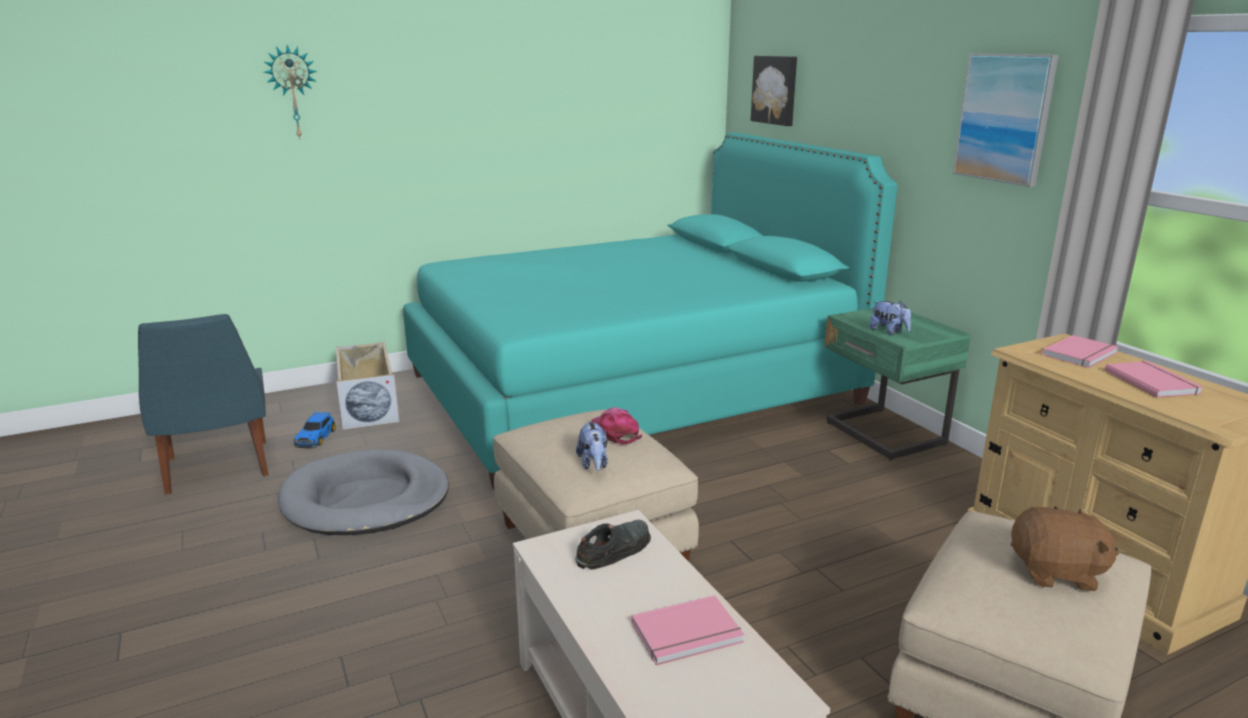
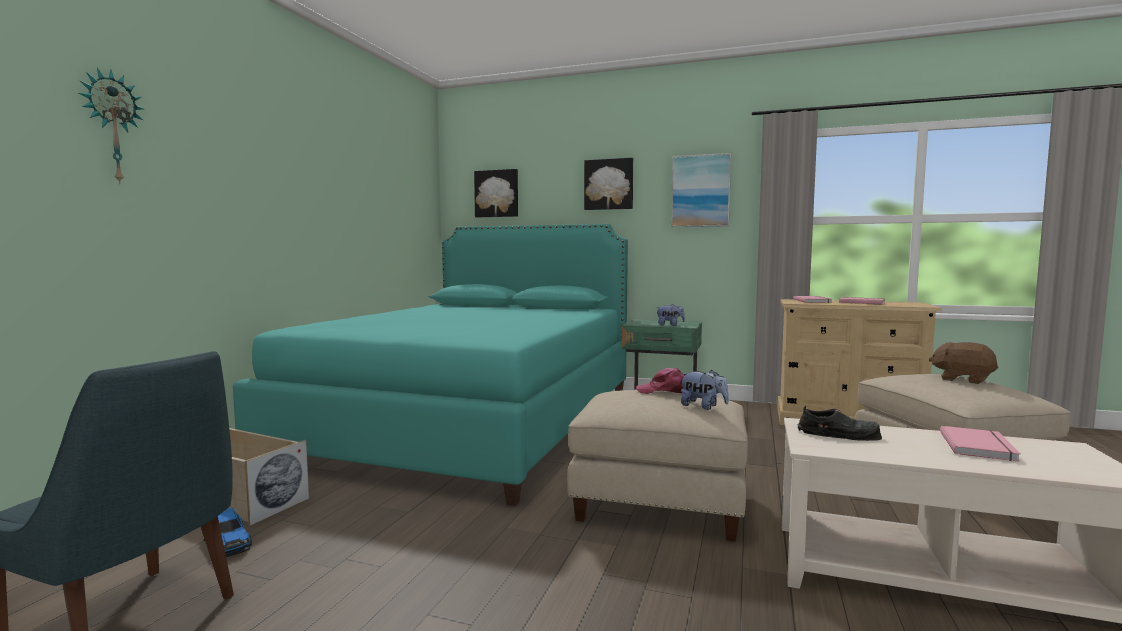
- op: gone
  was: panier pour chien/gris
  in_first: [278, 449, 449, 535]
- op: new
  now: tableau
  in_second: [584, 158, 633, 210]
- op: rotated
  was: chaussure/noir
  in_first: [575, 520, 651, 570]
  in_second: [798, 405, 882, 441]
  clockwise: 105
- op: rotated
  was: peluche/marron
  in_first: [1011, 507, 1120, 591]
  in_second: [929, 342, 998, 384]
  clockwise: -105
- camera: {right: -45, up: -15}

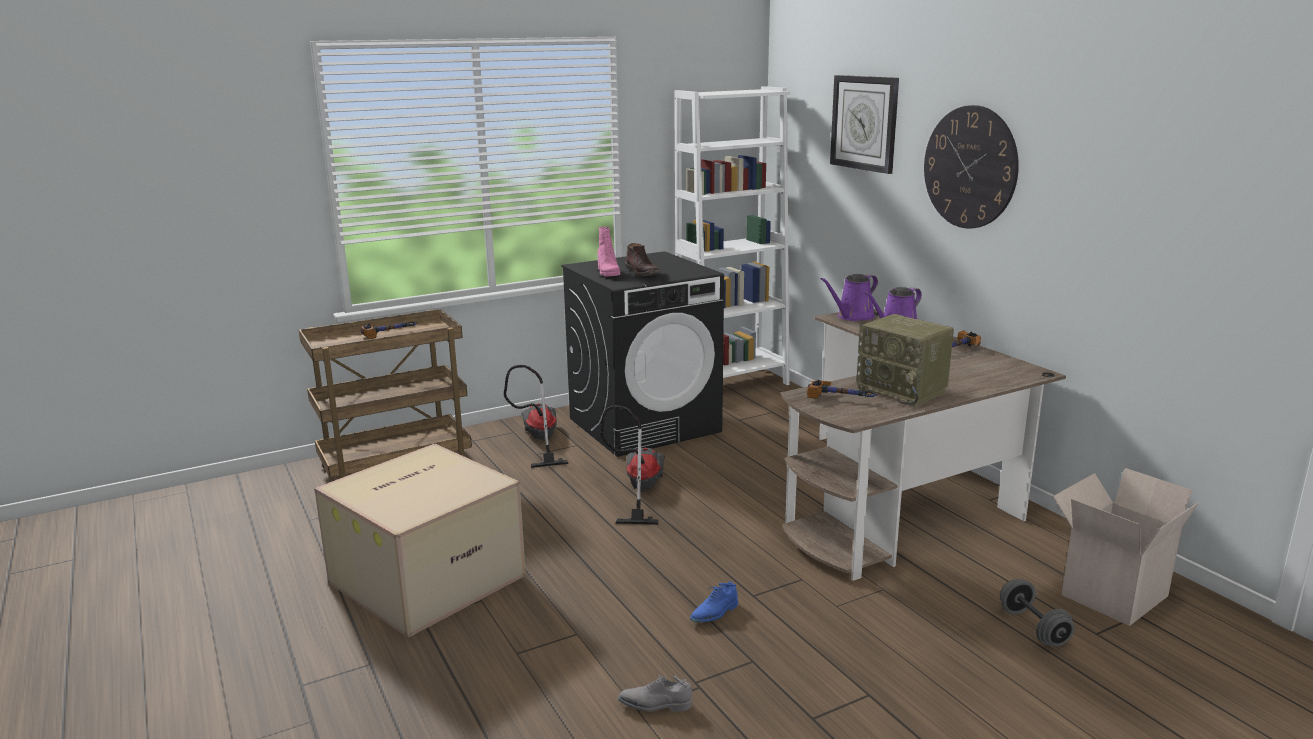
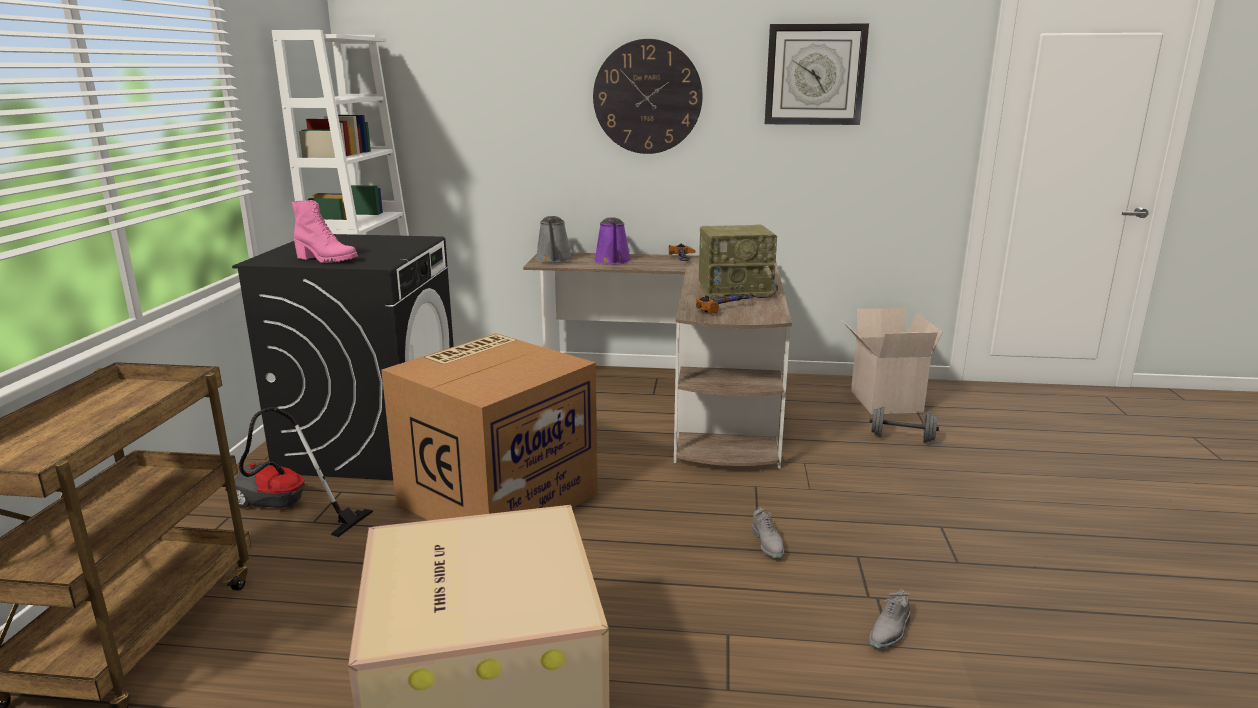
- op: gone
  was: marteau
  in_first: [361, 321, 417, 339]
- op: gone
  was: botte/marron
  in_first: [625, 243, 660, 276]
- op: shifted
  was: horloge murale
  in_first: [830, 75, 899, 174]
  in_second: [765, 24, 869, 125]
- op: swapped
  was: aspirateur
  now: carton
  in_first: [600, 405, 665, 525]
  in_second: [381, 333, 598, 521]
- op: repainted
  was: chaussure/bleu
  now: chaussure/gris
  in_first: [690, 581, 738, 623]
  in_second: [752, 507, 784, 558]
- op: repainted
  was: arrosoir/violet
  now: arrosoir/gris
  in_first: [821, 274, 878, 321]
  in_second: [536, 216, 573, 263]
- camera: {right: -55, up: 0}

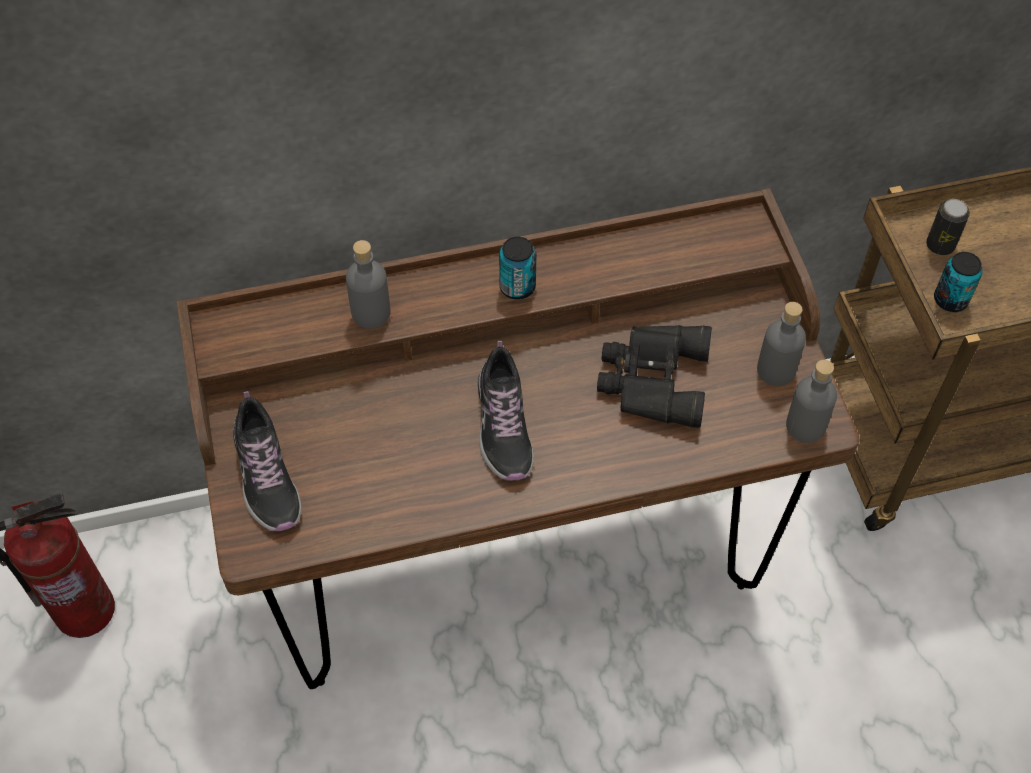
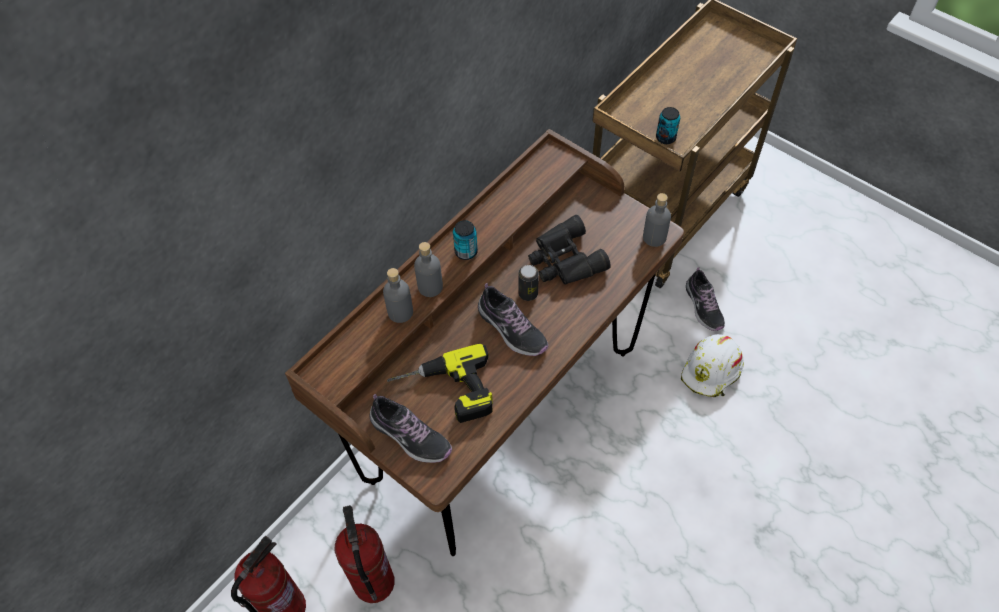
- op: new
  now: extincteur
  in_second: [335, 505, 395, 603]
- op: new
  now: perceuse
  in_second: [387, 343, 493, 423]
- op: new
  now: casque de chantier/blanc
  in_second: [681, 334, 744, 397]
- op: new
  now: chaussure
  in_second: [686, 267, 725, 331]
- op: shifted
  was: bouteille/gris
  in_first: [757, 302, 806, 386]
  in_second: [414, 242, 443, 297]
- op: shifted
  was: boîte métallique
  in_first: [926, 199, 970, 255]
  in_second: [518, 265, 539, 301]
- camera: {right: -35, up: 0}

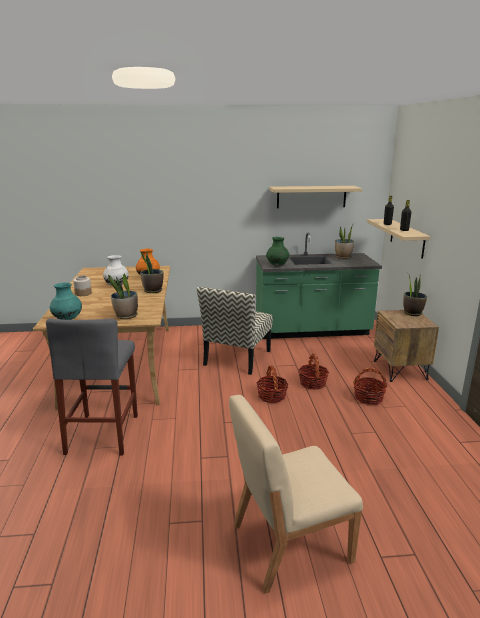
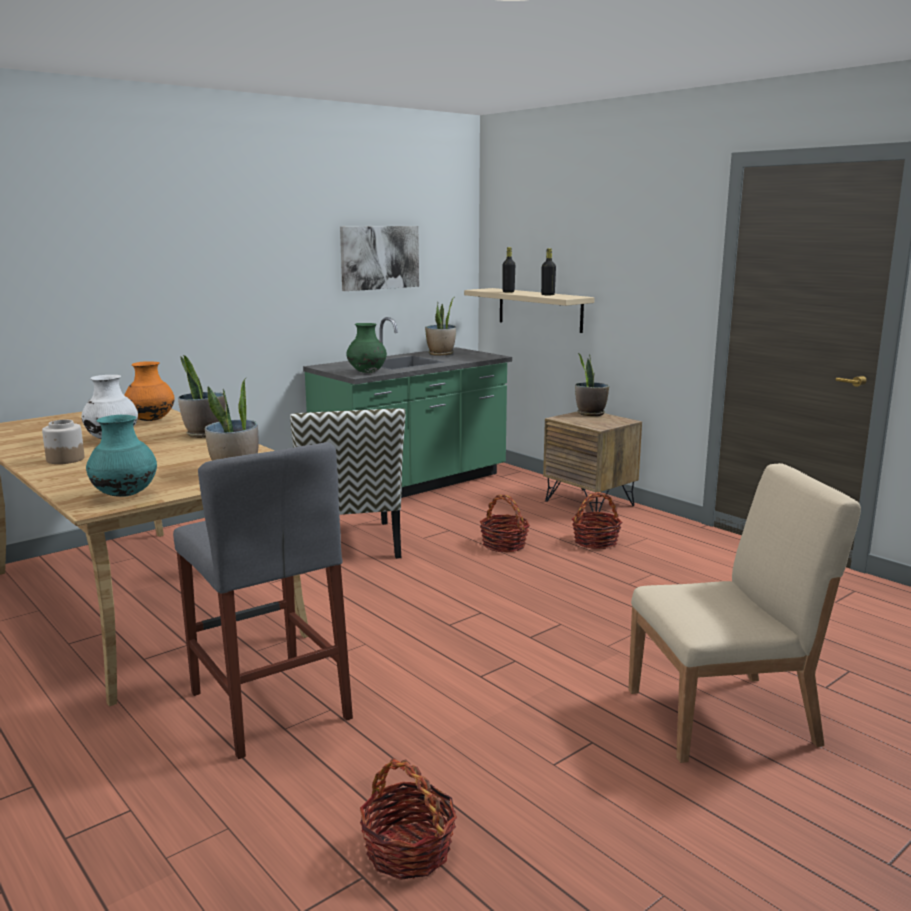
- op: shifted
  was: panier
  in_first: [256, 365, 289, 403]
  in_second: [360, 758, 457, 880]
- op: swapped
  was: étagère/beige
  now: tableau
  in_first: [269, 186, 362, 208]
  in_second: [340, 226, 419, 291]
- op: rotated
  was: chaise/beige
  in_first: [229, 395, 363, 594]
  in_second: [628, 463, 861, 763]
  clockwise: -135
- camera: {right: -35, up: -5}

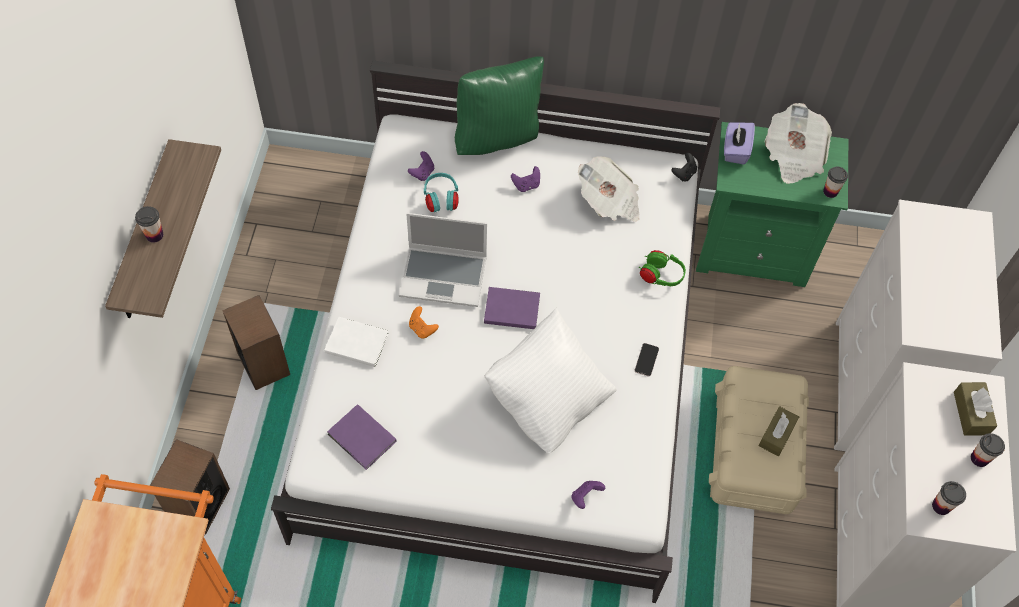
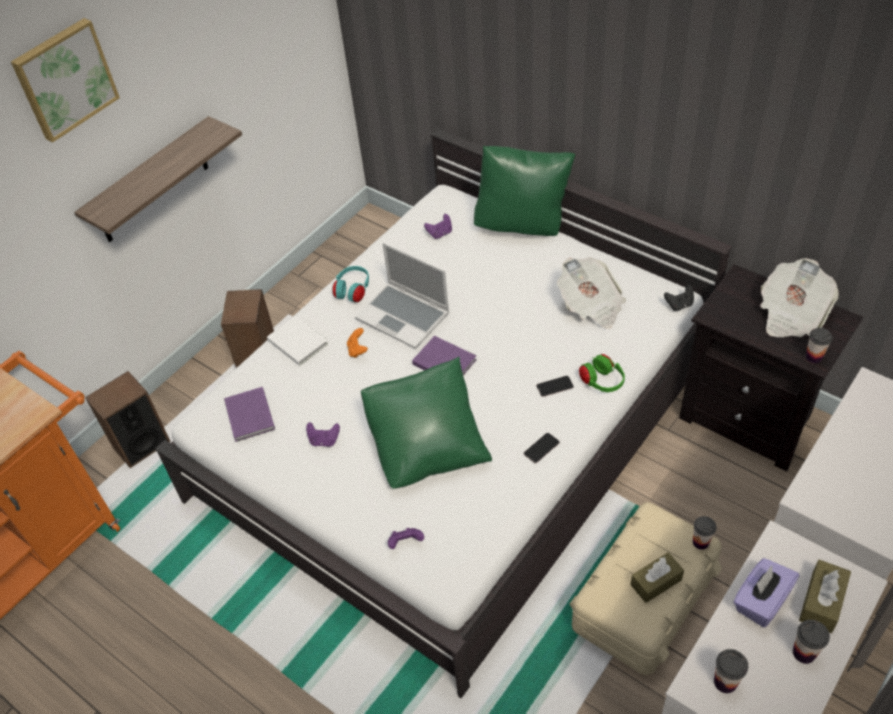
- op: new
  now: tableau
  in_second: [11, 18, 120, 142]
- op: new
  now: téléphone
  in_second: [536, 376, 574, 397]
- op: shifted
  was: tasse
  in_first: [135, 206, 164, 243]
  in_second: [693, 516, 716, 550]
- op: shifted
  was: casque audio/turquoise
  in_first: [424, 173, 459, 212]
  in_second: [332, 266, 369, 302]
- op: shifted
  was: manette/violet
  in_first: [511, 166, 540, 192]
  in_second: [306, 422, 340, 447]
- op: shifted
  was: boîte à mouchoirs/violet
  in_first: [724, 122, 755, 165]
  in_second: [733, 558, 799, 627]
- op: repainted
  was: coussin/blanc
  now: coussin/vert
  in_first: [485, 308, 617, 453]
  in_second: [361, 357, 492, 488]
- op: repainted
  was: table de chevet/vert
  now: table de chevet/noir
  in_first: [696, 122, 848, 287]
  in_second: [679, 264, 863, 472]
- camera: {right: 35, up: -10}

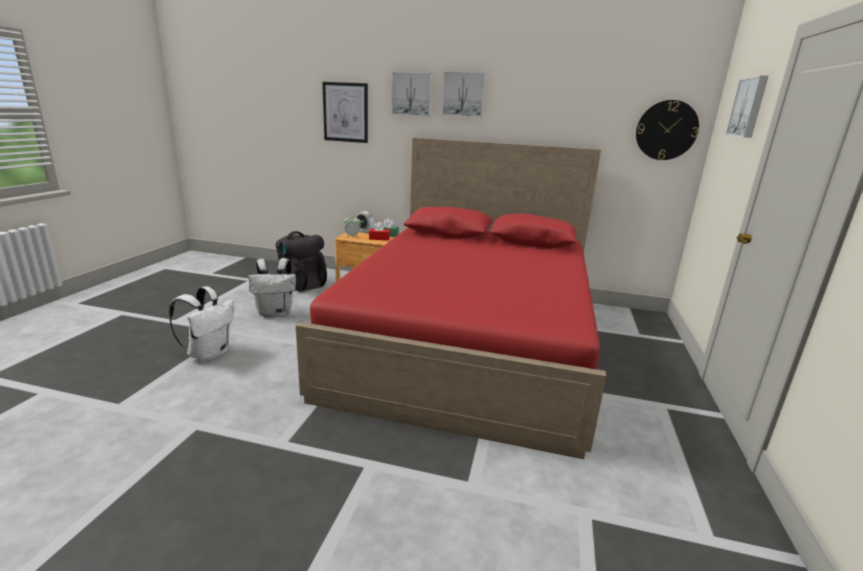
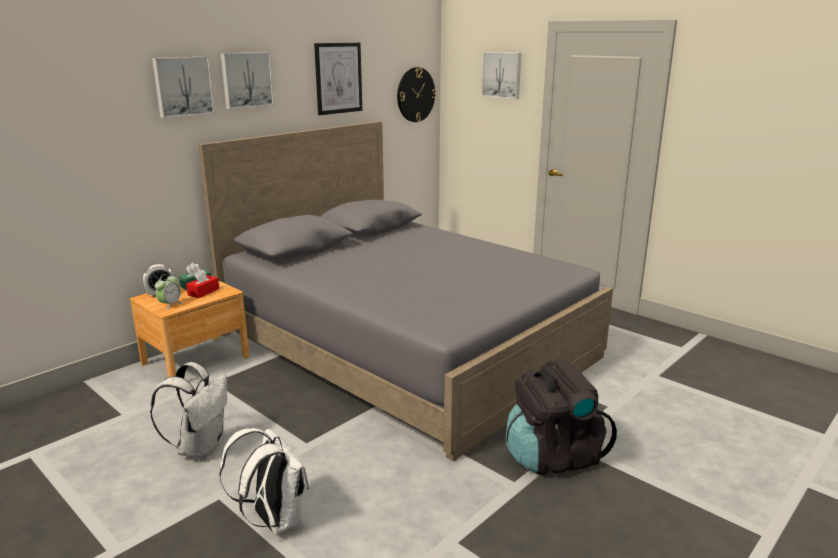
- op: shifted
  was: sac à dos/noir
  in_first: [275, 231, 327, 292]
  in_second: [506, 359, 617, 475]
- op: shifted
  was: tableau
  in_first: [322, 82, 368, 143]
  in_second: [314, 43, 362, 115]
- op: repainted
  was: lit/rouge
  now: lit/gris
  in_first: [296, 138, 606, 459]
  in_second: [198, 121, 613, 461]
- camera: {right: -60, up: 0}

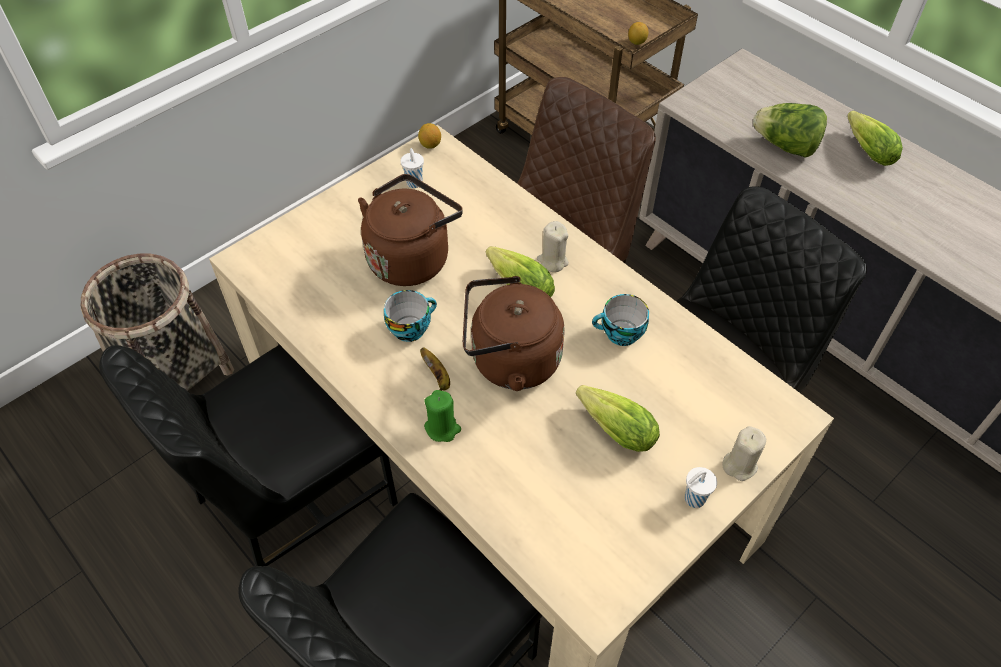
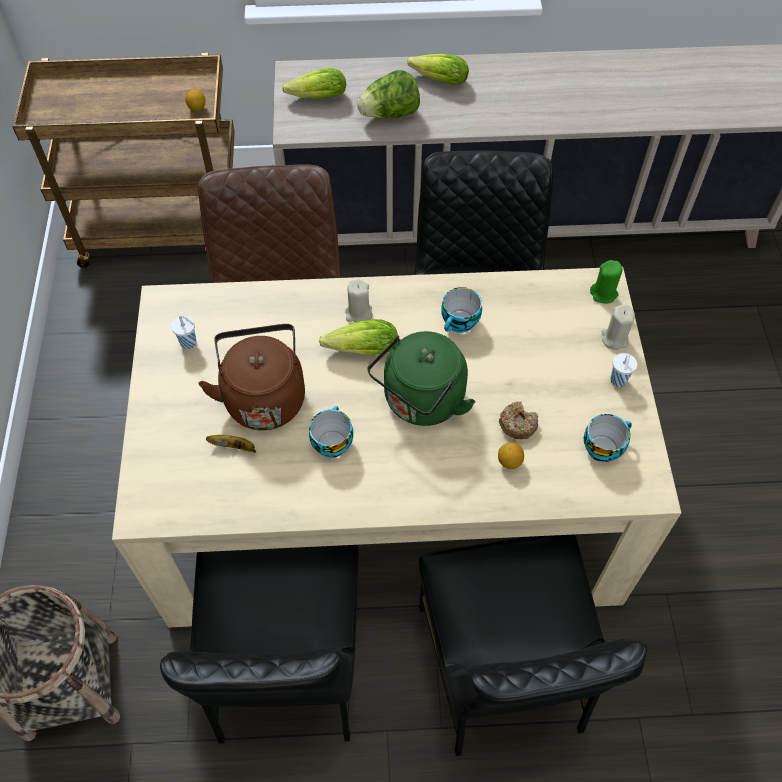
- op: new
  now: beignet
  in_second: [499, 401, 538, 439]
- op: new
  now: tasse
  in_second: [584, 414, 632, 462]
- op: shifted
  was: citron
  in_first: [418, 123, 441, 149]
  in_second: [498, 442, 524, 469]
- op: shifted
  was: banane
  in_first: [420, 347, 450, 391]
  in_second: [206, 435, 256, 453]
- op: shifted
  was: bougie/vert
  in_first: [424, 390, 461, 442]
  in_second: [590, 260, 622, 303]
- op: shifted
  was: laitue
  in_first: [576, 385, 660, 452]
  in_second: [282, 68, 346, 99]
- op: repainted
  was: bouilloire/marron
  now: bouilloire/vert
  in_first: [463, 276, 565, 391]
  in_second: [367, 331, 476, 426]
- camera: {right: -50, up: 5}

